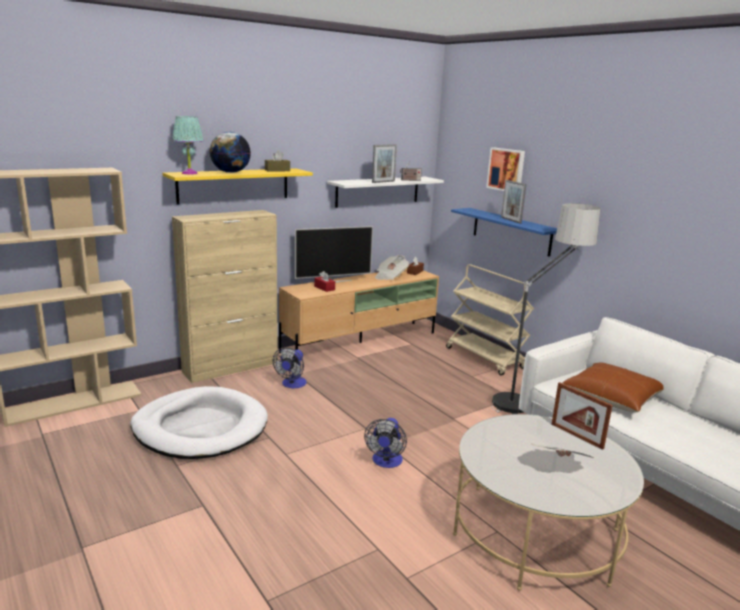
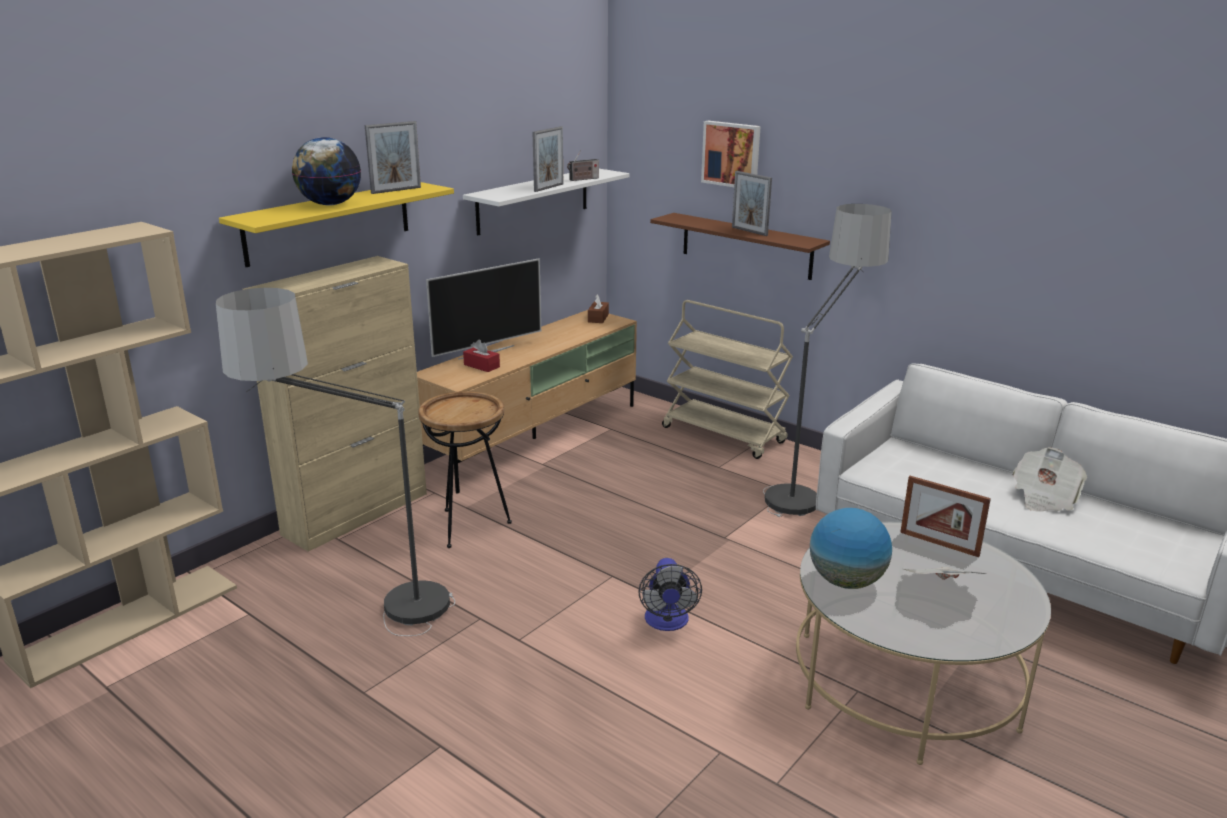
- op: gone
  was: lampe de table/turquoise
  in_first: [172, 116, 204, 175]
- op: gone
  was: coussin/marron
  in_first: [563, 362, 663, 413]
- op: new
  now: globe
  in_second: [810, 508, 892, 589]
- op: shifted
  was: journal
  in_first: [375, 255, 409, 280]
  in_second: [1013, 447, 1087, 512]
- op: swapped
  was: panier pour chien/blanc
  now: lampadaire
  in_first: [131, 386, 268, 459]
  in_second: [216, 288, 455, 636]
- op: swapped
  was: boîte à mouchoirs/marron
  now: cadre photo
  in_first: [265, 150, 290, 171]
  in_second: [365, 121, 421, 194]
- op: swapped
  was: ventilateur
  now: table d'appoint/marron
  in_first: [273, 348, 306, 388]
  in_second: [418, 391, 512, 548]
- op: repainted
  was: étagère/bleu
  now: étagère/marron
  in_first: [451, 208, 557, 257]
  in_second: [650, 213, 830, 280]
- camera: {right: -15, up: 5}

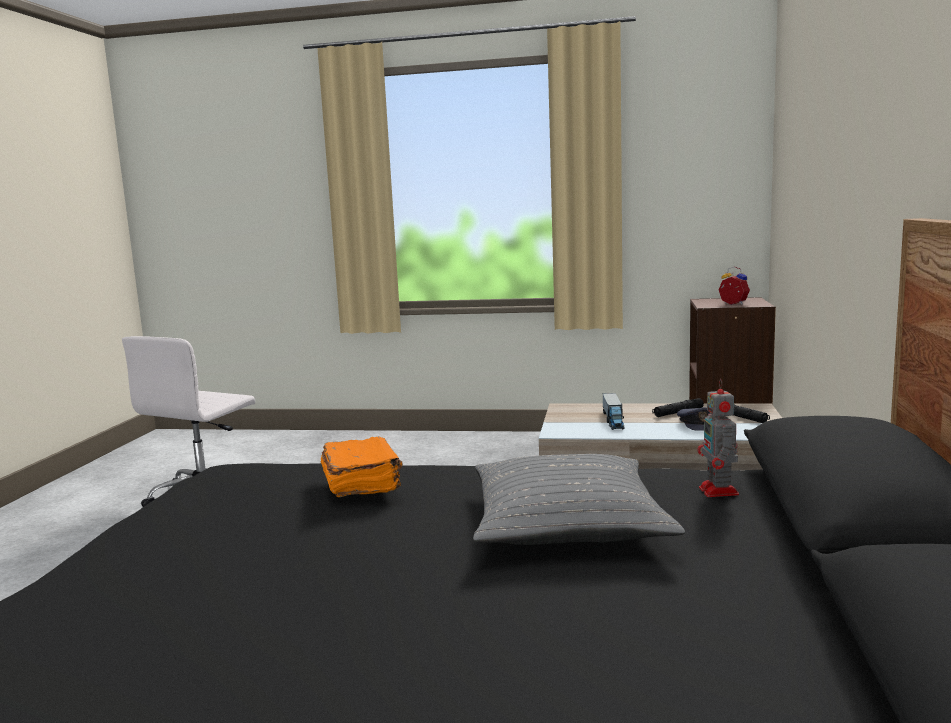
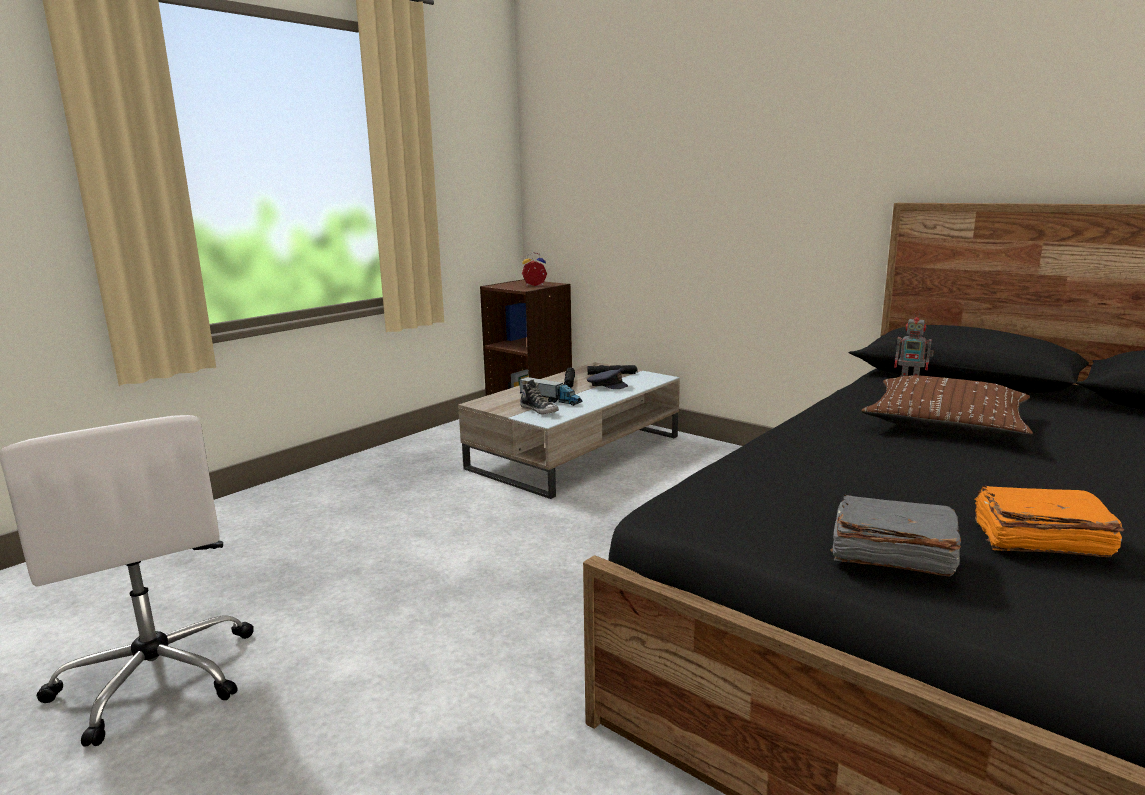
- op: new
  now: chaussure
  in_second: [520, 380, 559, 415]
- op: new
  now: livre/gris
  in_second: [830, 495, 961, 577]
- op: shifted
  was: livre/orange
  in_first: [321, 437, 403, 497]
  in_second: [975, 486, 1124, 557]
- op: repainted
  was: coussin/gris
  now: coussin/marron
  in_first: [473, 454, 685, 545]
  in_second: [861, 375, 1033, 437]
- camera: {right: -60, up: 5}

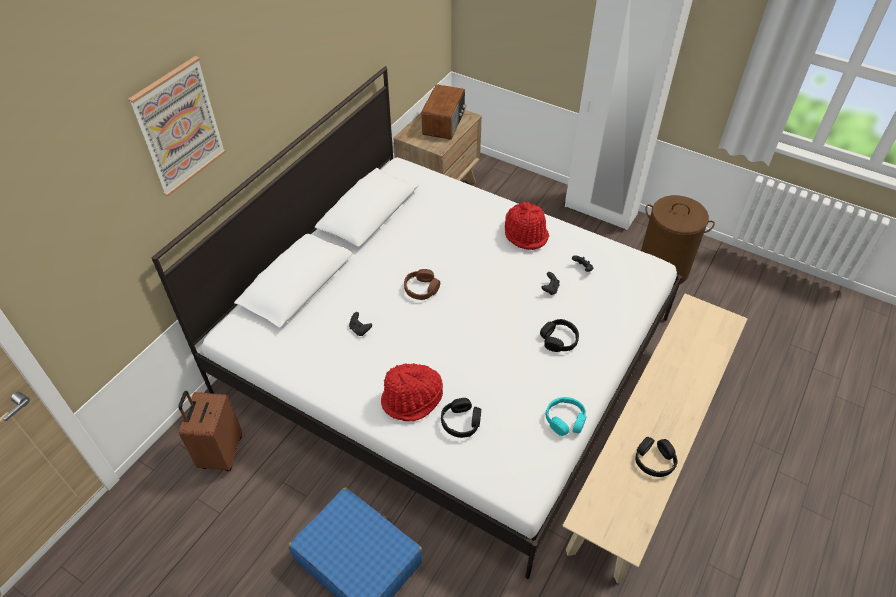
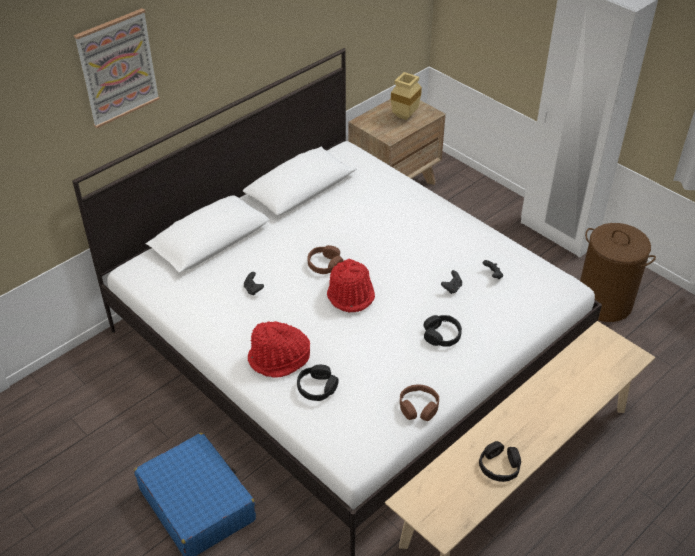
- op: gone
  was: valise/marron
  in_first: [178, 391, 242, 471]
- op: shifted
  was: chapeau/rouge
  in_first: [505, 202, 549, 250]
  in_second: [327, 259, 375, 312]
- op: swapped
  was: radio
  now: vase/beige
  in_first: [422, 84, 466, 140]
  in_second: [391, 72, 422, 120]
- op: repainted
  was: casque audio/turquoise
  now: casque audio/marron
  in_first: [546, 397, 586, 436]
  in_second: [400, 385, 439, 421]
- camera: {right: 15, up: -5}

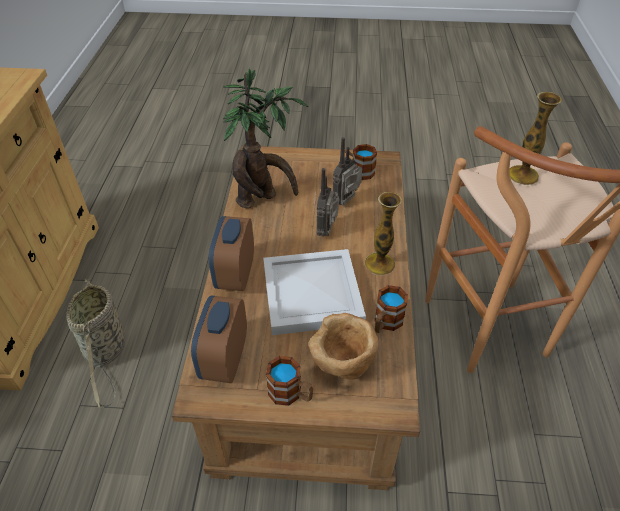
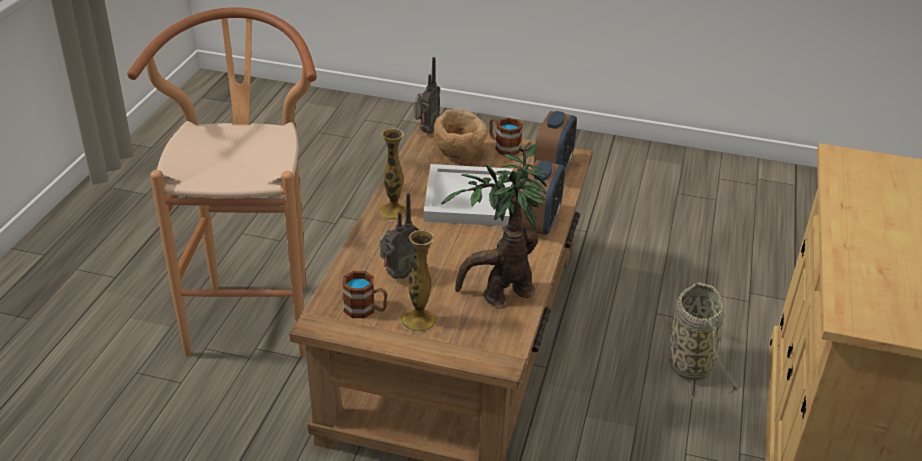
- op: gone
  was: mug
  in_first: [374, 285, 408, 333]
- op: shifted
  was: radio
  in_first: [317, 168, 339, 236]
  in_second: [415, 57, 440, 134]
- op: shifted
  was: vase
  in_first: [509, 92, 562, 185]
  in_second: [401, 230, 436, 332]
- camera: {right: -170, up: -10}

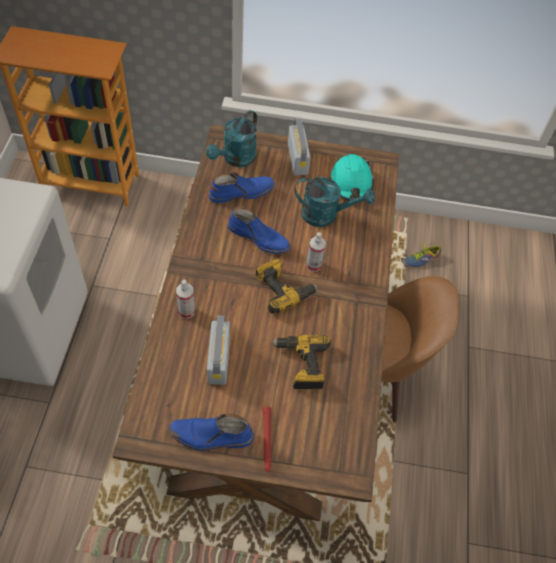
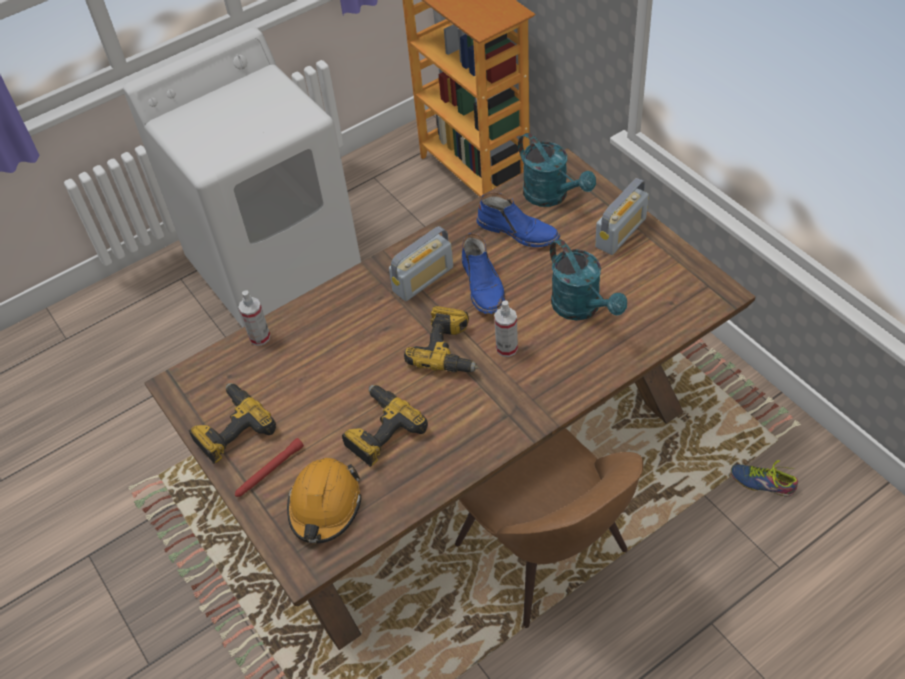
- op: gone
  was: casque de chantier/turquoise
  in_first: [329, 154, 374, 201]
- op: new
  now: casque de chantier/orange
  in_second: [287, 458, 362, 544]
- op: shifted
  was: vaporisateur
  in_first: [176, 280, 195, 319]
  in_second: [238, 290, 270, 346]
- op: shifted
  was: radio
  in_first: [207, 315, 230, 385]
  in_second: [389, 226, 453, 301]
- op: swapped
  was: botte/bleu
  now: perceuse
  in_first: [169, 414, 254, 450]
  in_second: [189, 383, 276, 464]
- op: rotated
  was: arrosoir/turquoise
  in_first: [206, 110, 257, 167]
  in_second: [518, 133, 596, 207]
  clockwise: -120
- camera: {right: 55, up: -5}

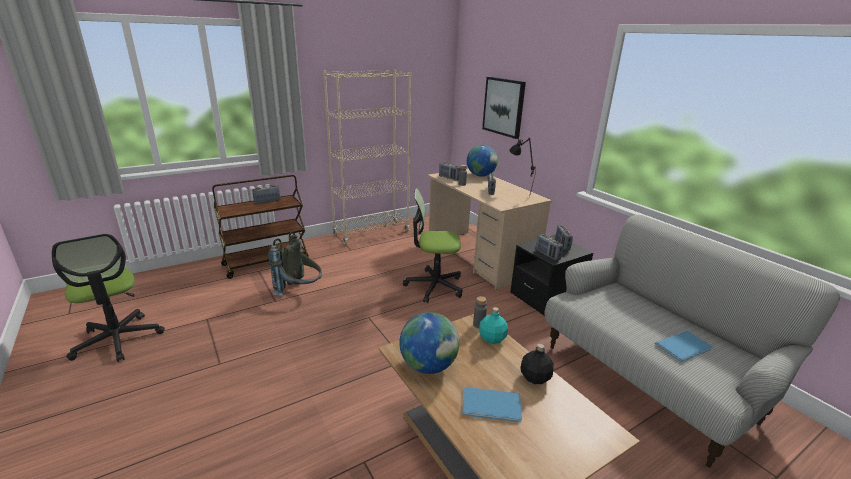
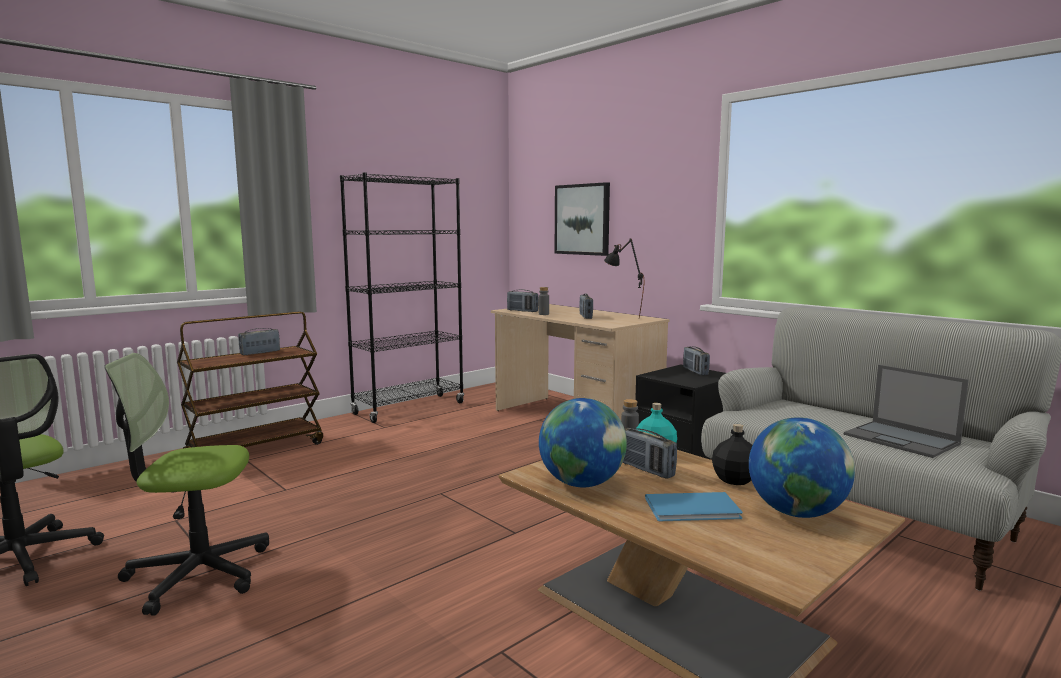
- op: gone
  was: sac à dos/gris
  in_first: [269, 231, 322, 296]
- op: shifted
  was: chaise de bureau
  in_first: [403, 188, 462, 303]
  in_second: [104, 353, 269, 616]
- op: shifted
  was: globe
  in_first: [467, 145, 498, 177]
  in_second: [749, 417, 855, 518]
- op: shifted
  was: radio
  in_first: [536, 234, 563, 261]
  in_second: [623, 428, 677, 479]
- op: swapped
  was: livre/bleu
  now: ordinateur portable
  in_first: [655, 331, 712, 362]
  in_second: [844, 365, 969, 458]
- op: repainted
  was: bibliothèque/beige
  now: bibliothèque/noir
  in_first: [323, 70, 411, 245]
  in_second: [340, 172, 464, 423]
- camera: {right: -10, up: -15}

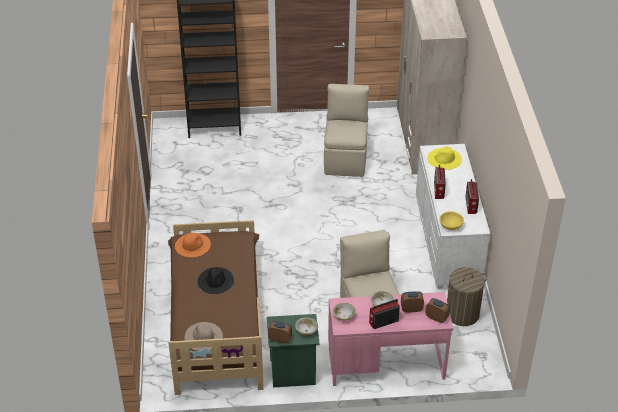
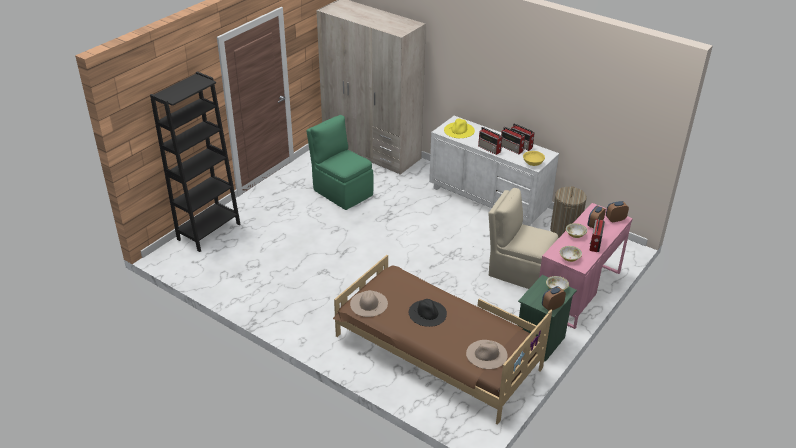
- op: new
  now: radio
  in_second: [501, 127, 525, 154]
- op: repainted
  was: chapeau/orange
  now: chapeau/beige
  in_first: [175, 233, 211, 257]
  in_second: [350, 290, 388, 317]
- op: repainted
  was: chaise/beige
  now: chaise/vert
  in_first: [324, 84, 369, 177]
  in_second: [306, 115, 374, 210]
- camera: {right: -50, up: -5}

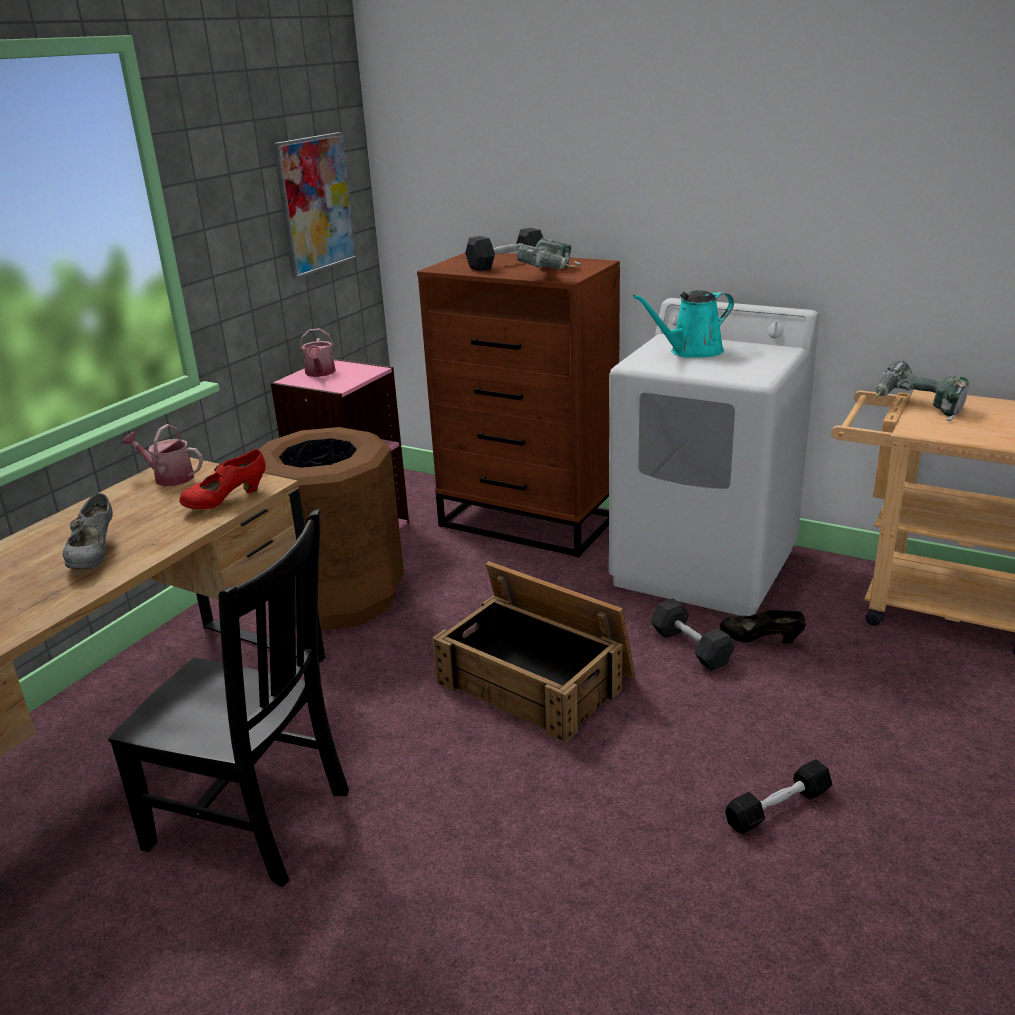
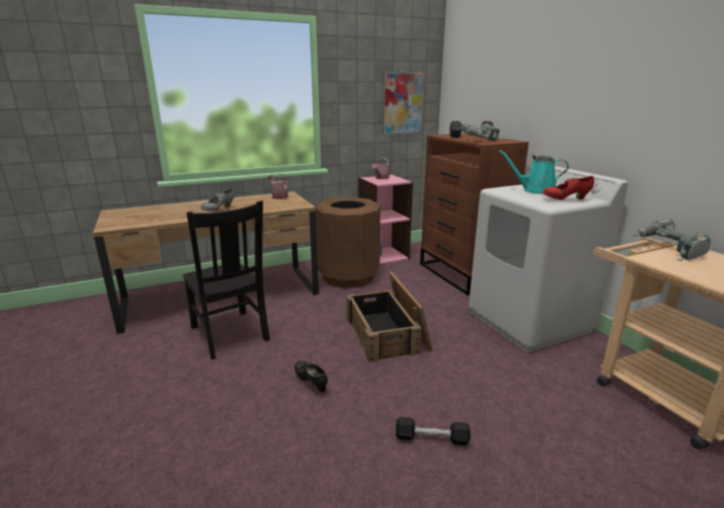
- op: gone
  was: haltère/noir
  in_first: [650, 598, 735, 671]
- op: shifted
  was: chaussure/rouge
  in_first: [179, 449, 266, 509]
  in_second: [543, 176, 594, 200]
- op: shifted
  was: chaussure/noir
  in_first: [720, 609, 805, 644]
  in_second: [294, 360, 328, 393]
- camera: {right: 35, up: -5}

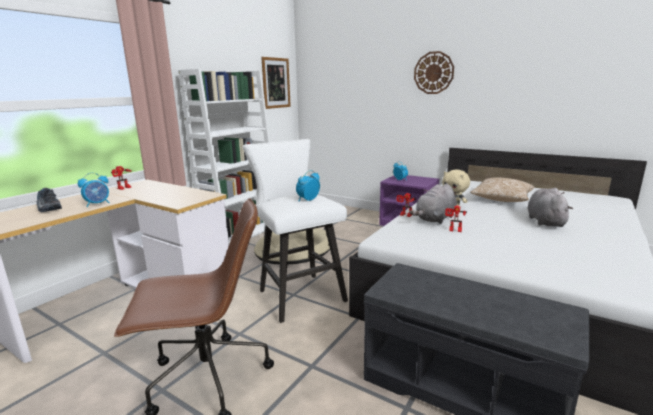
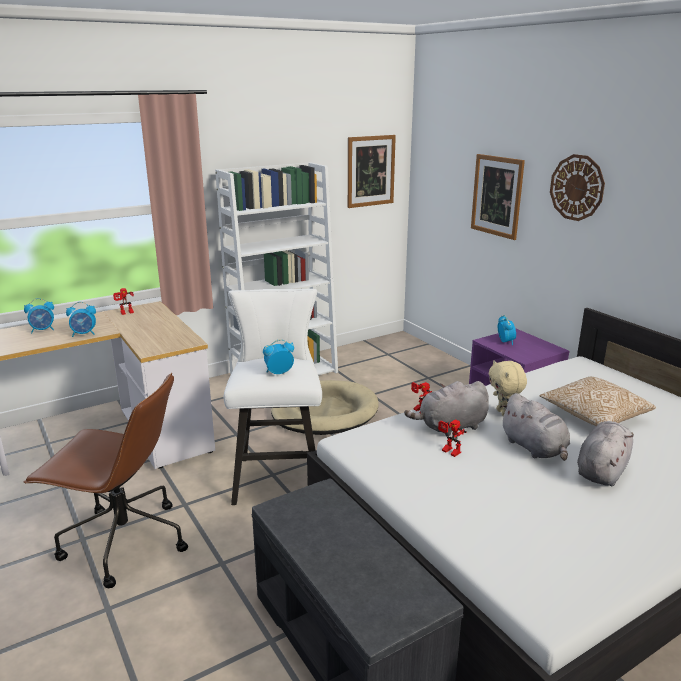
- op: new
  now: tableau
  in_second: [471, 154, 525, 240]
- op: new
  now: peluche/gris
  in_second: [500, 393, 570, 461]
- op: swapped
  was: chaussure
  now: réveil
  in_first: [36, 188, 62, 212]
  in_second: [24, 298, 54, 333]
- camera: {right: 25, up: 5}

